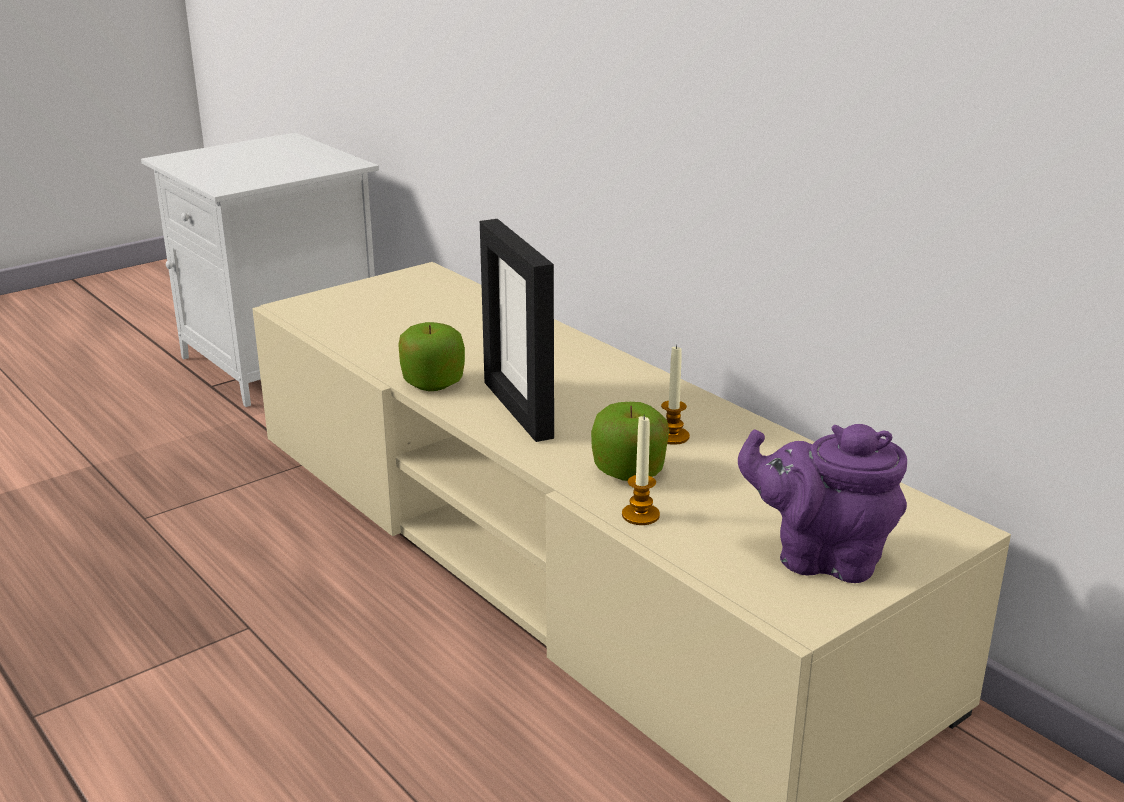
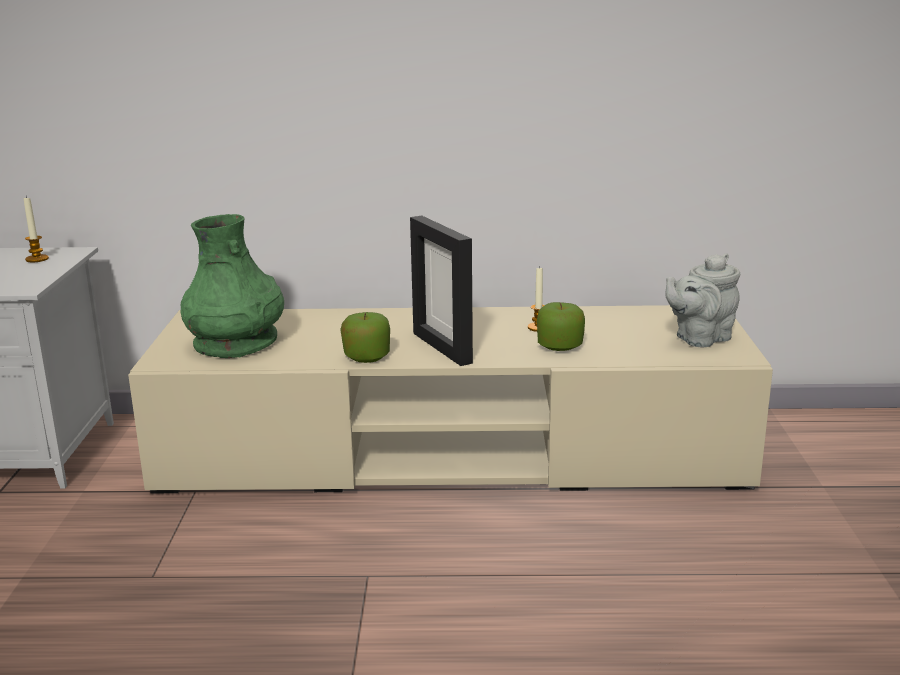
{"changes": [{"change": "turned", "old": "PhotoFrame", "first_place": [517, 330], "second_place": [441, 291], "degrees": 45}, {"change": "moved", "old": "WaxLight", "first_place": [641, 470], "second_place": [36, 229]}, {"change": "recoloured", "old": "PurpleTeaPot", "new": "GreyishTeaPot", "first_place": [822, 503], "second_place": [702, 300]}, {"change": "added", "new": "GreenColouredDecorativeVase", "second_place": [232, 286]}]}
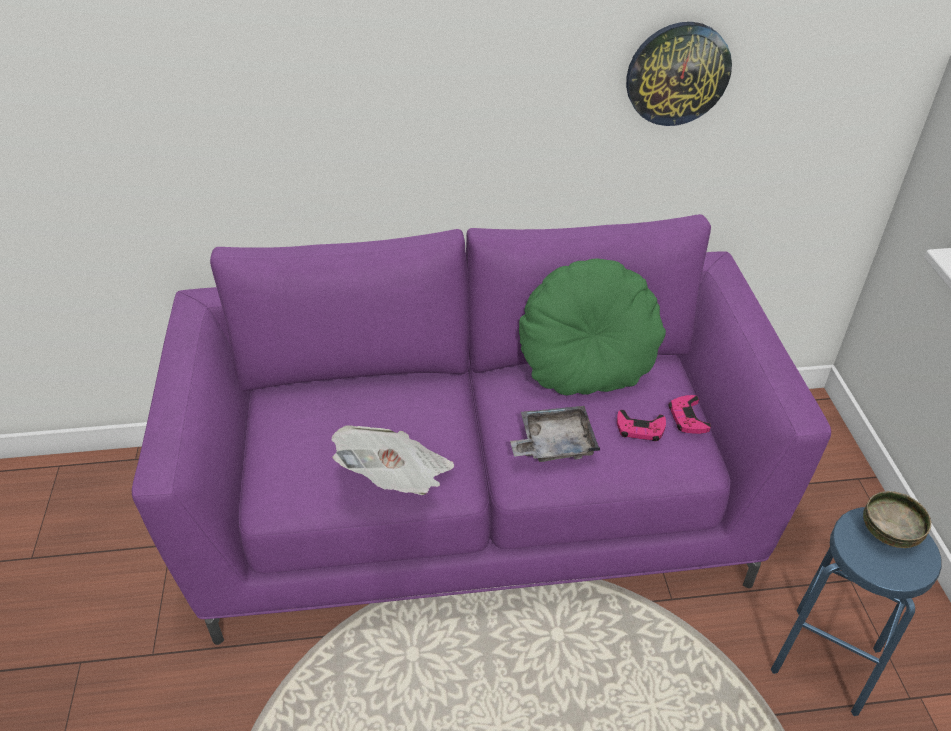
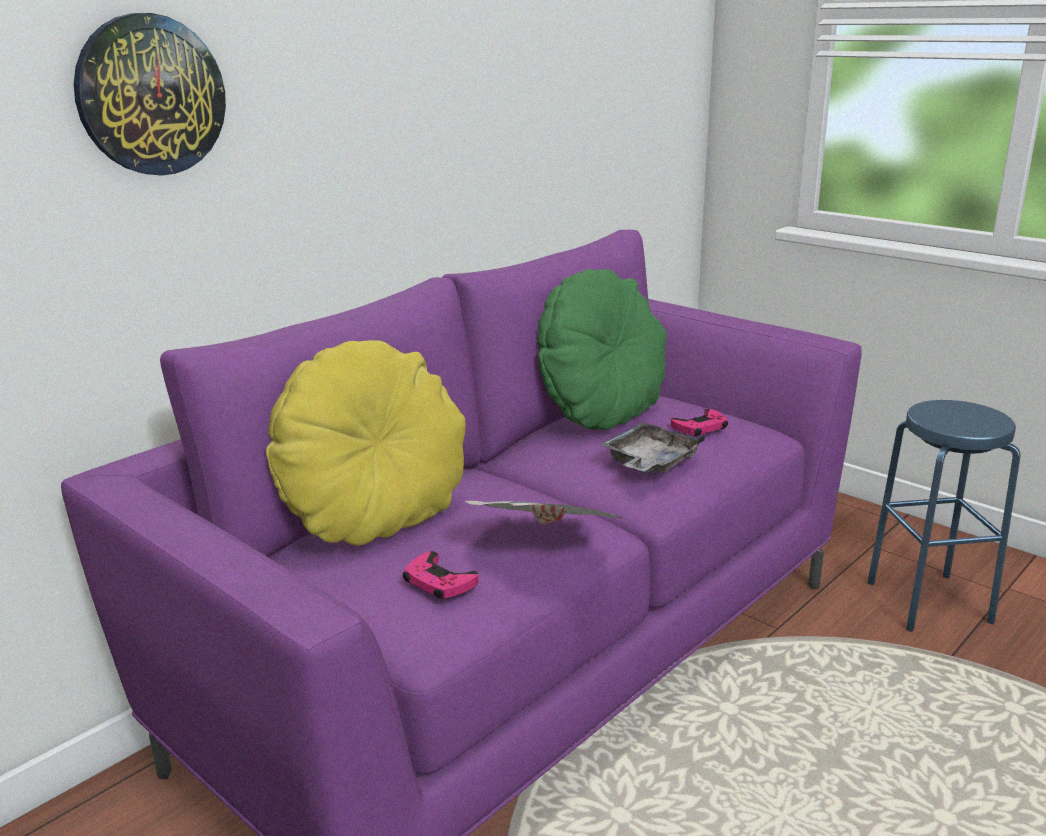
{"changes": [{"change": "moved", "old": "ClockOnTheWall", "first_place": [679, 74], "second_place": [150, 94]}, {"change": "moved", "old": "PinkColouredJoypad", "first_place": [689, 414], "second_place": [441, 575]}, {"change": "removed", "old": "DeepDish", "first_place": [897, 519]}, {"change": "added", "new": "YellowishCushion", "second_place": [366, 443]}]}
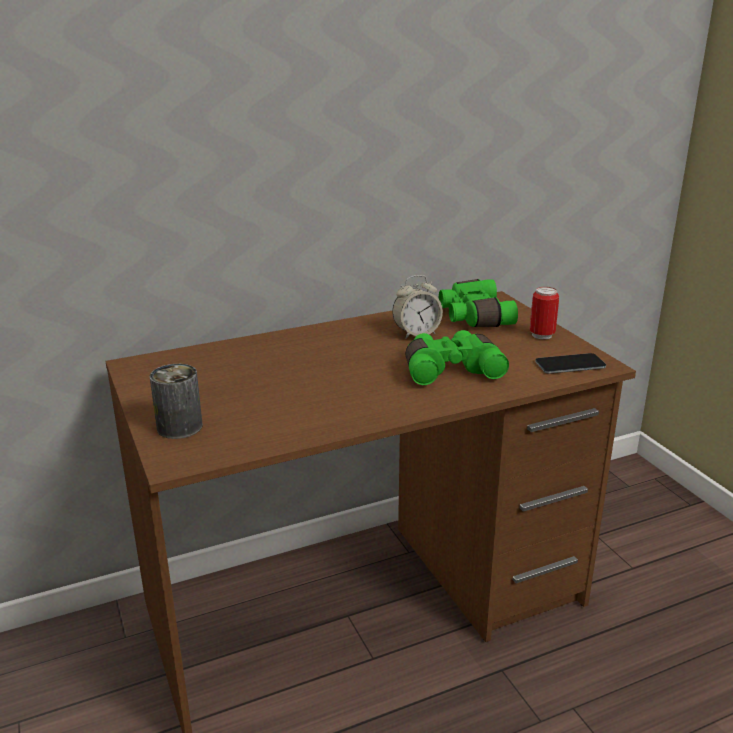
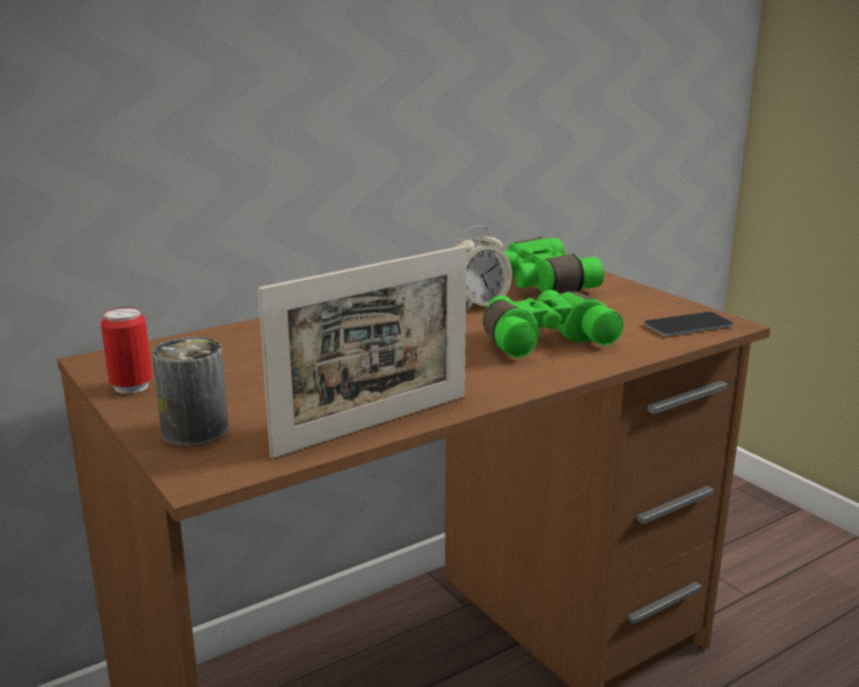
{"changes": [{"change": "moved", "old": "SealedCan", "first_place": [544, 313], "second_place": [127, 350]}, {"change": "added", "new": "PhotoFrame", "second_place": [362, 351]}]}
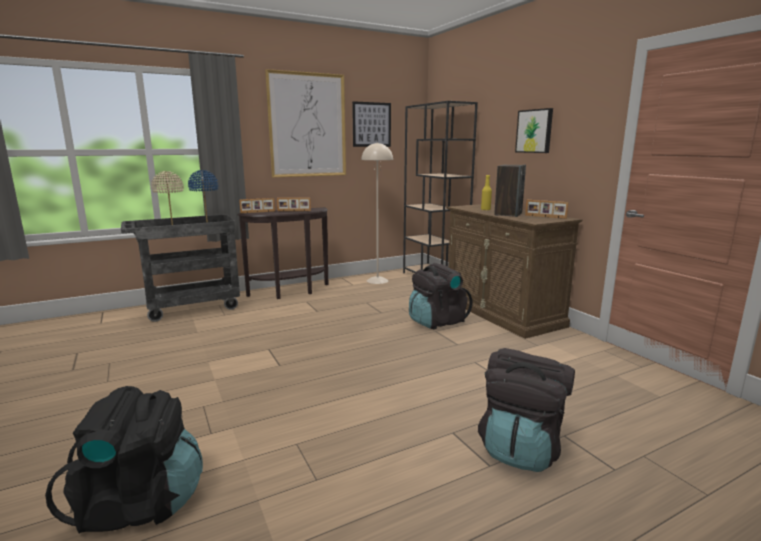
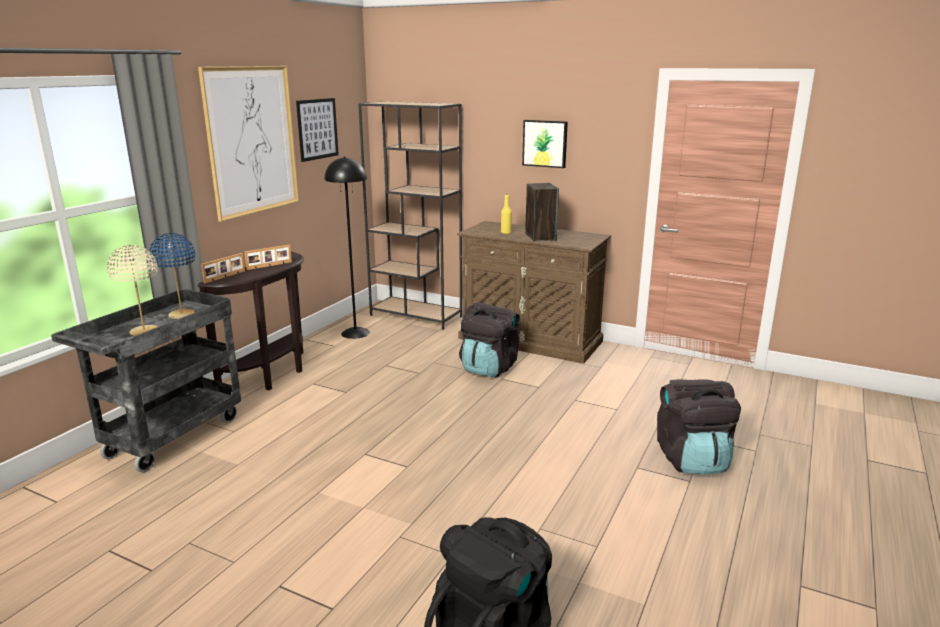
{"changes": [{"change": "recoloured", "old": "BeigeColouredFloorLamp", "new": "BlackColouredFloorLamp", "first_place": [377, 213], "second_place": [347, 247]}, {"change": "removed", "old": "PhotoFrame", "first_place": [547, 209]}]}
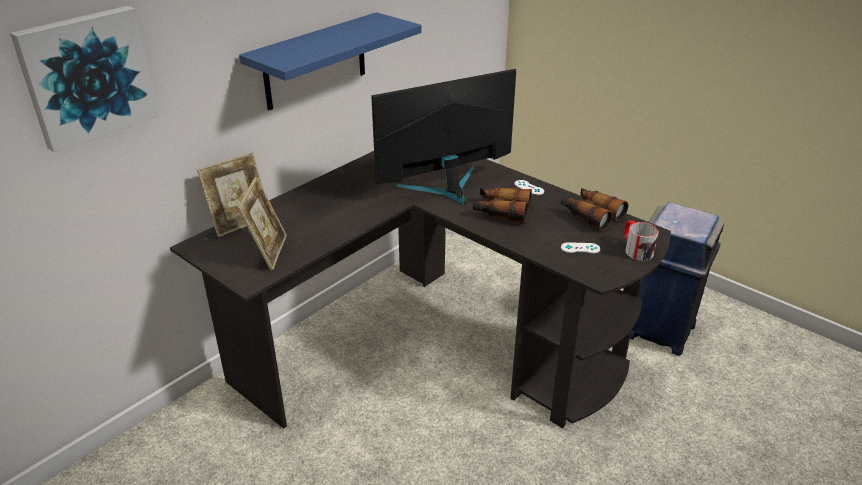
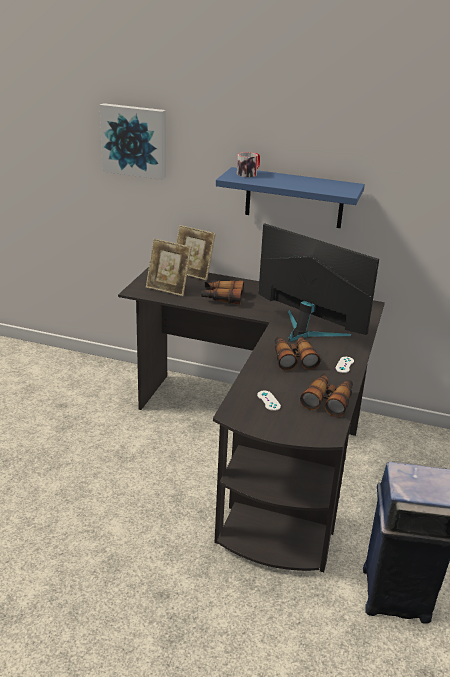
{"changes": [{"change": "turned", "old": "PhotoFrame", "first_place": [262, 223], "second_place": [169, 267], "degrees": 45}, {"change": "moved", "old": "TeaMug", "first_place": [641, 240], "second_place": [248, 164]}, {"change": "added", "new": "PairOfBinoculars", "second_place": [222, 292]}]}
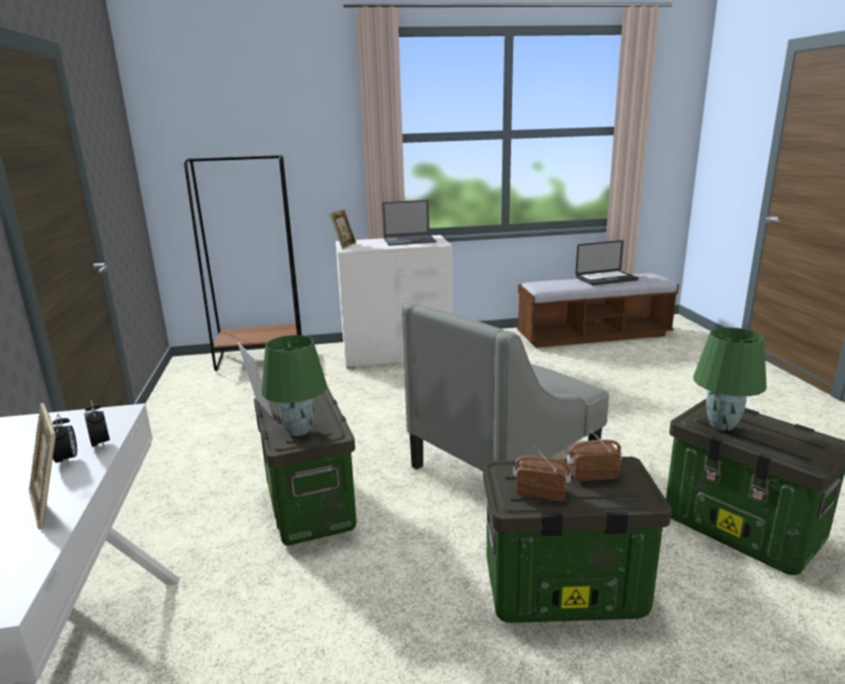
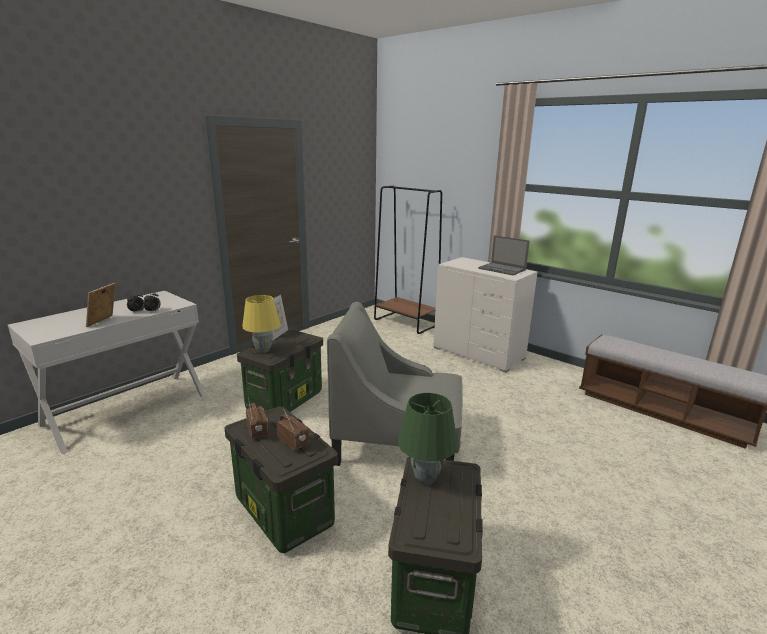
{"changes": [{"change": "removed", "old": "PhotoFrame", "first_place": [343, 229]}, {"change": "removed", "old": "NotebookComputer", "first_place": [607, 262]}, {"change": "recoloured", "old": "GreenColouredTabletopLamp", "new": "YellowishTabletopLamp", "first_place": [294, 385], "second_place": [261, 324]}]}
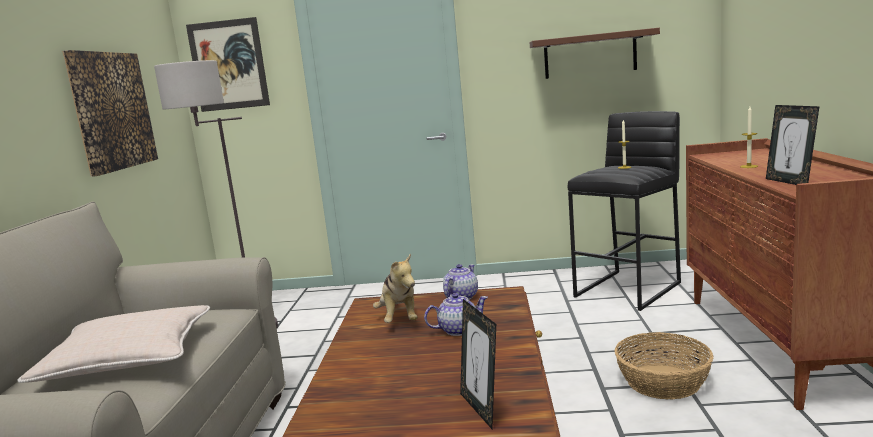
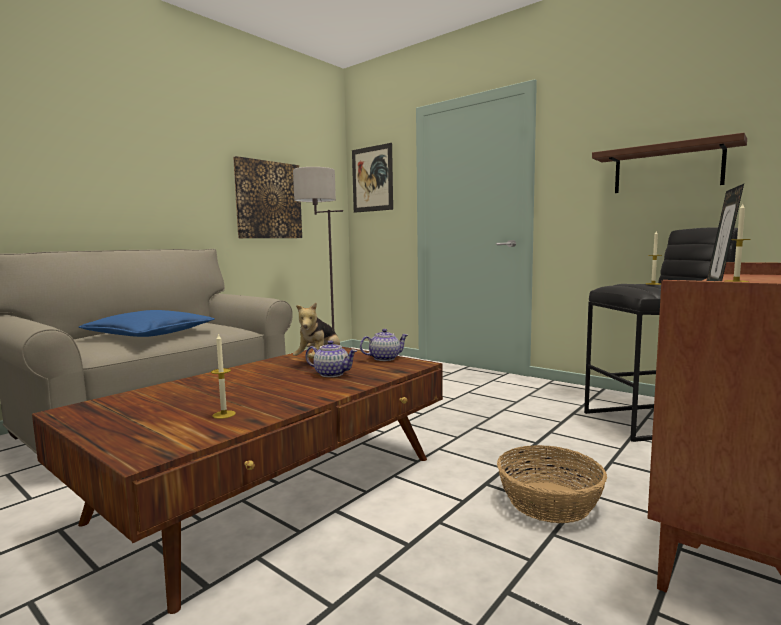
{"changes": [{"change": "replaced", "old": "PhotoFrame", "new": "WaxLight", "first_place": [478, 364], "second_place": [223, 376]}, {"change": "recoloured", "old": "BeigeColouredCushion", "new": "BlueCushion", "first_place": [114, 344], "second_place": [146, 323]}]}
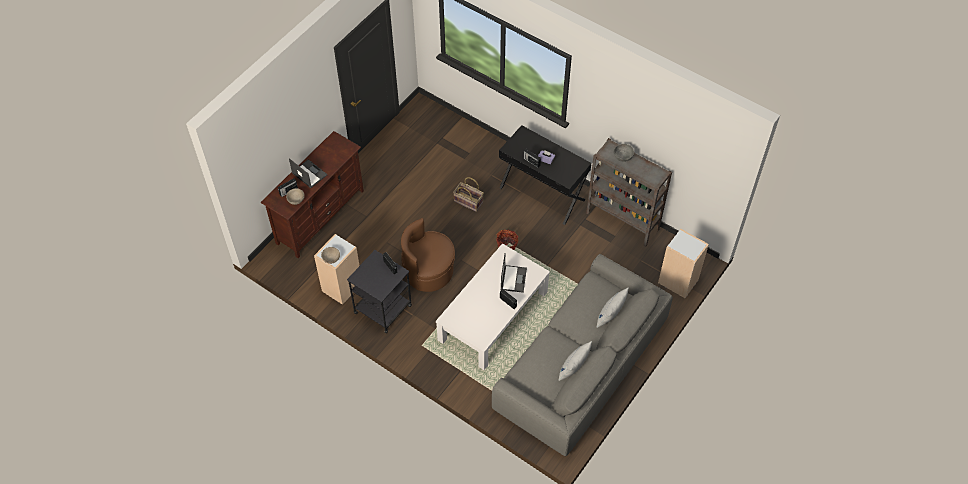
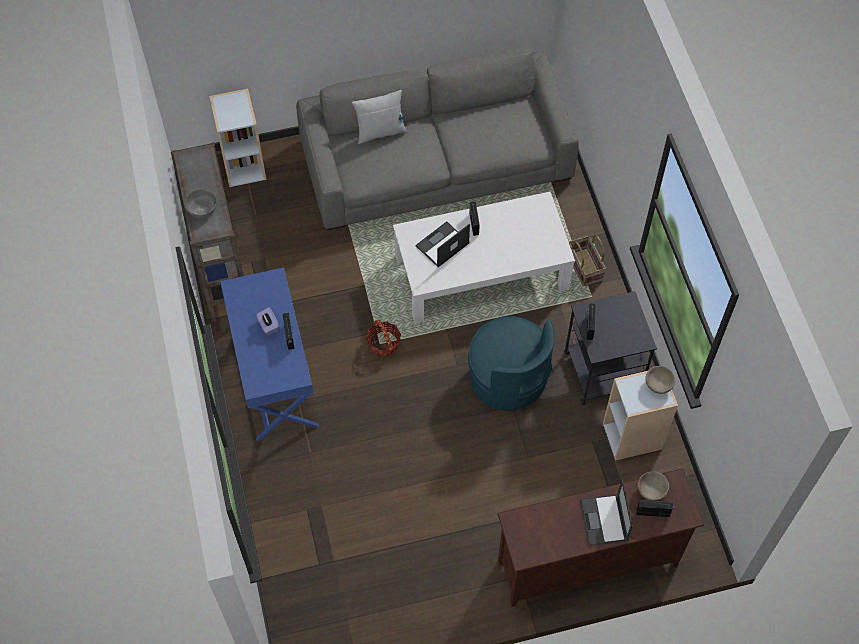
{"changes": [{"change": "recoloured", "old": "BlackColouredHallTable", "new": "BlueHallTable", "first_place": [545, 175], "second_place": [269, 354]}, {"change": "moved", "old": "StorageBasket", "first_place": [468, 194], "second_place": [587, 261]}, {"change": "recoloured", "old": "BrownColouredLoungeChair", "new": "TurquoiseLoungeChair", "first_place": [428, 255], "second_place": [511, 363]}, {"change": "removed", "old": "GreyishCushion", "first_place": [575, 361]}]}
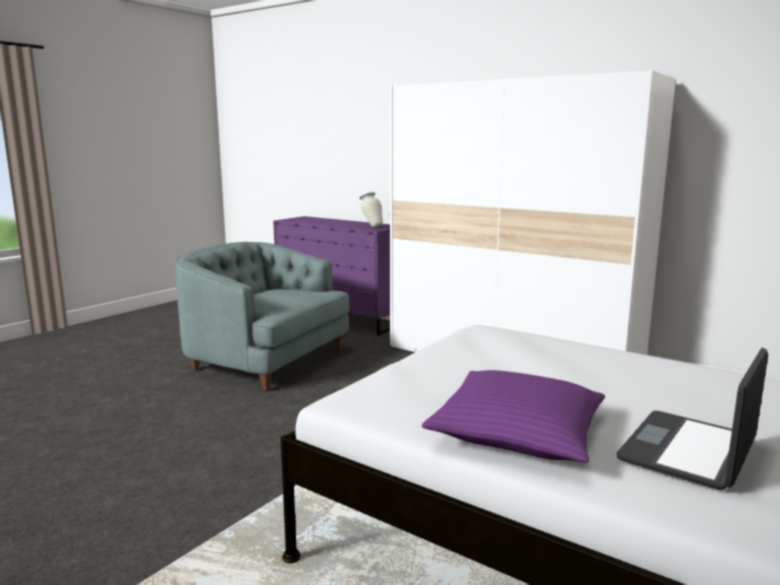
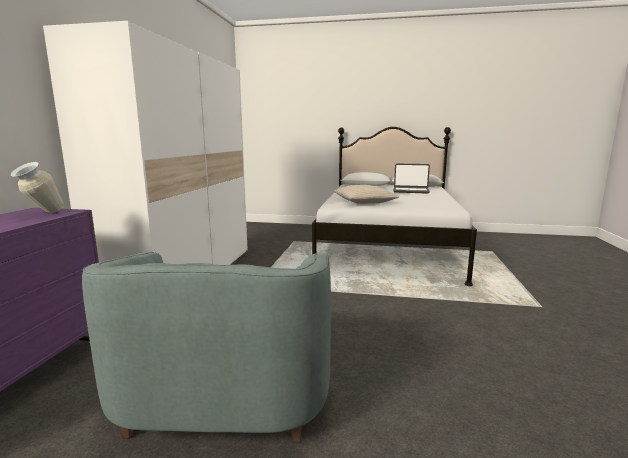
{"changes": [{"change": "removed", "old": "PurpleCushion", "first_place": [513, 416]}, {"change": "added", "new": "BeigeColouredCushion", "second_place": [366, 194]}]}
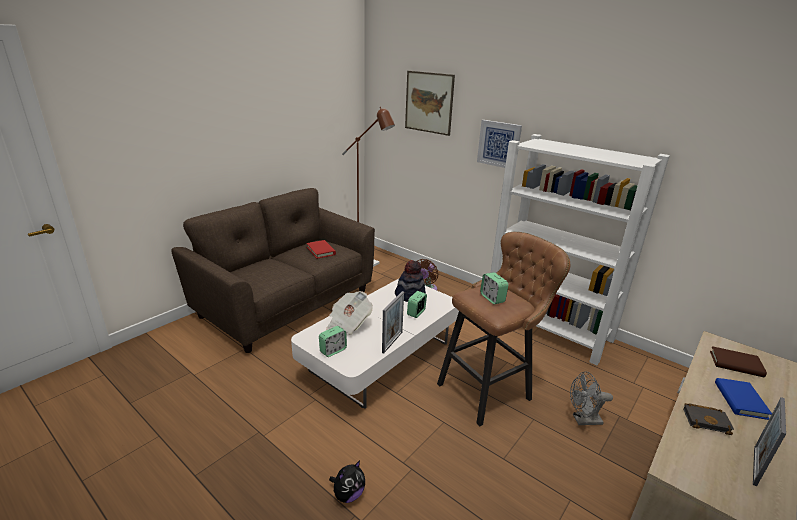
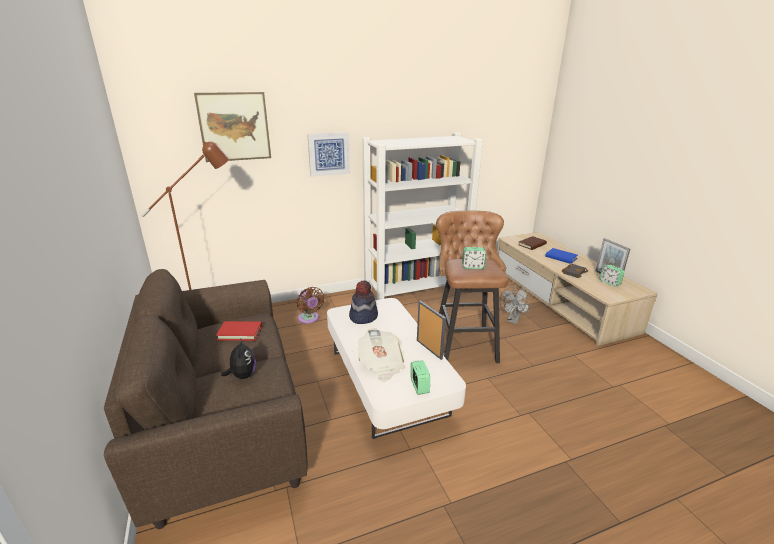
{"changes": [{"change": "moved", "old": "AlarmClock", "first_place": [417, 304], "second_place": [612, 275]}, {"change": "moved", "old": "SoftToy", "first_place": [347, 481], "second_place": [238, 359]}]}
